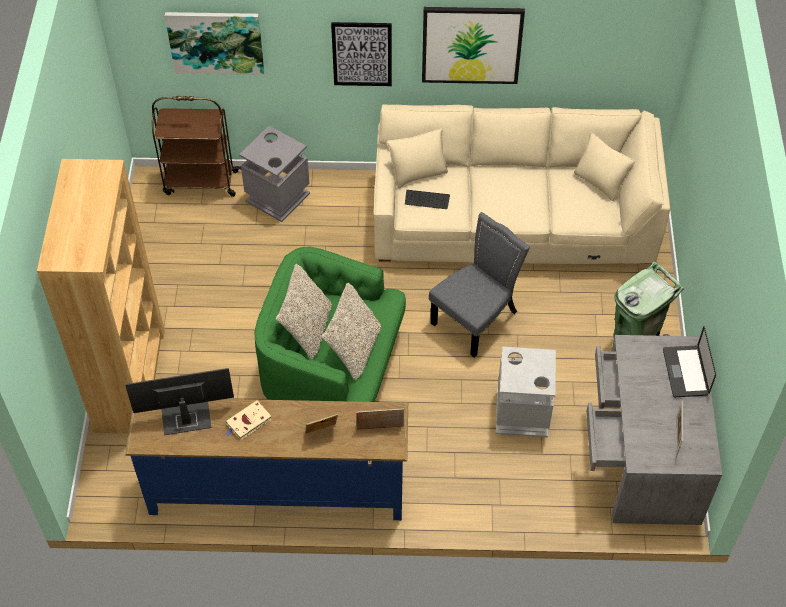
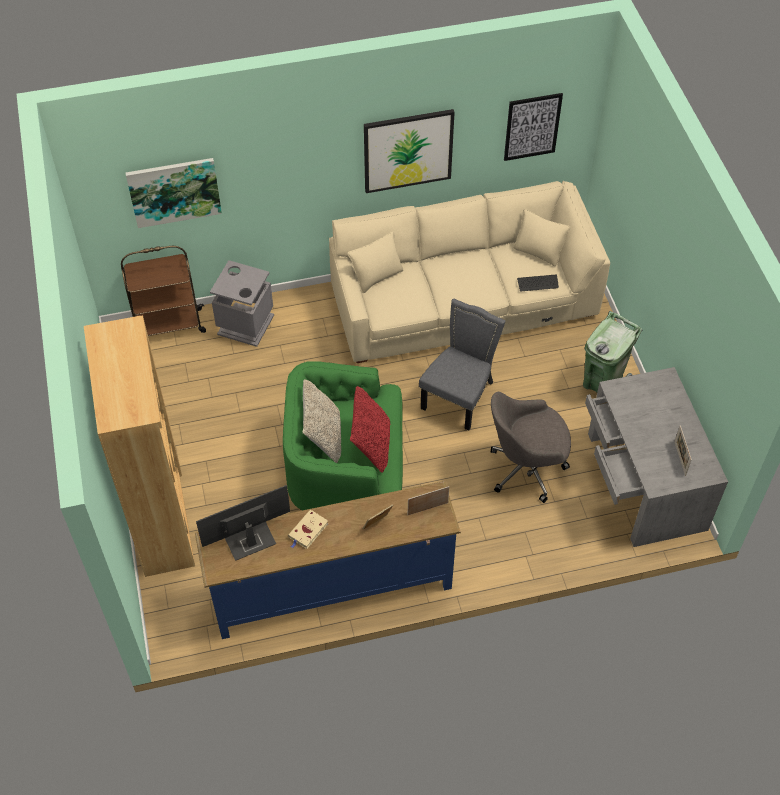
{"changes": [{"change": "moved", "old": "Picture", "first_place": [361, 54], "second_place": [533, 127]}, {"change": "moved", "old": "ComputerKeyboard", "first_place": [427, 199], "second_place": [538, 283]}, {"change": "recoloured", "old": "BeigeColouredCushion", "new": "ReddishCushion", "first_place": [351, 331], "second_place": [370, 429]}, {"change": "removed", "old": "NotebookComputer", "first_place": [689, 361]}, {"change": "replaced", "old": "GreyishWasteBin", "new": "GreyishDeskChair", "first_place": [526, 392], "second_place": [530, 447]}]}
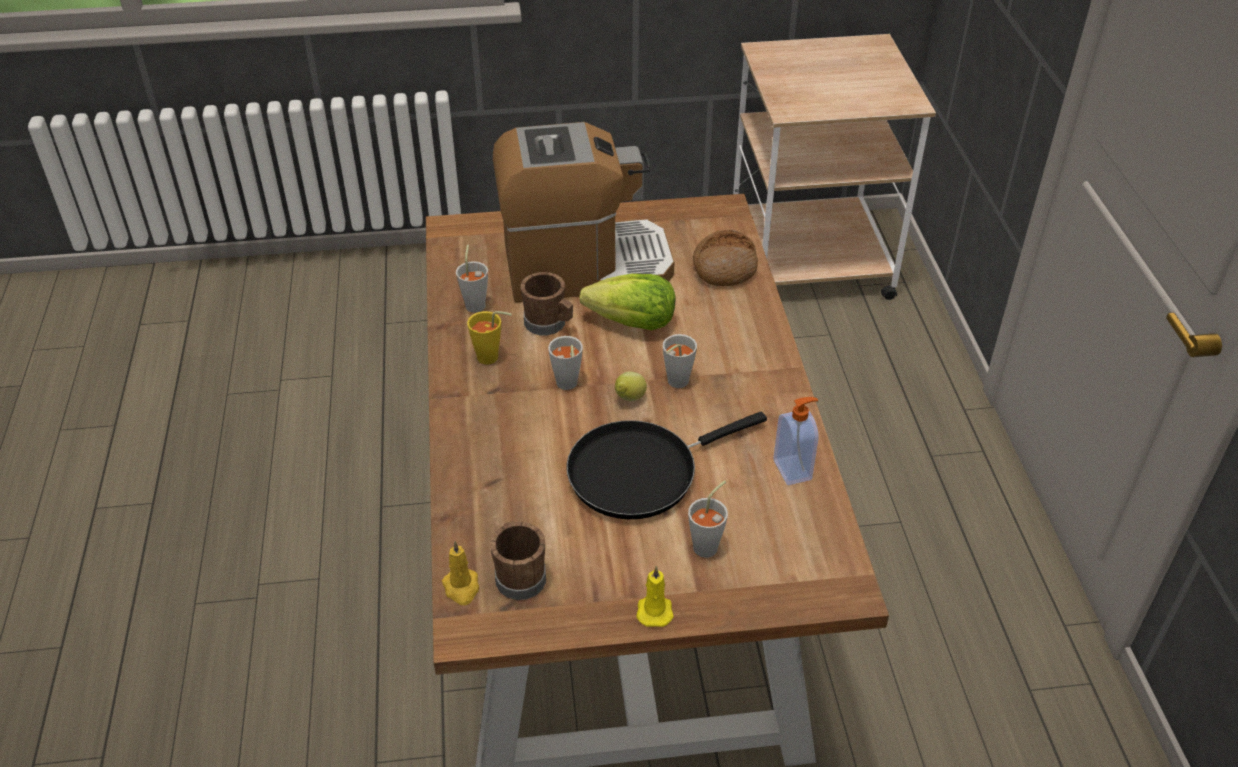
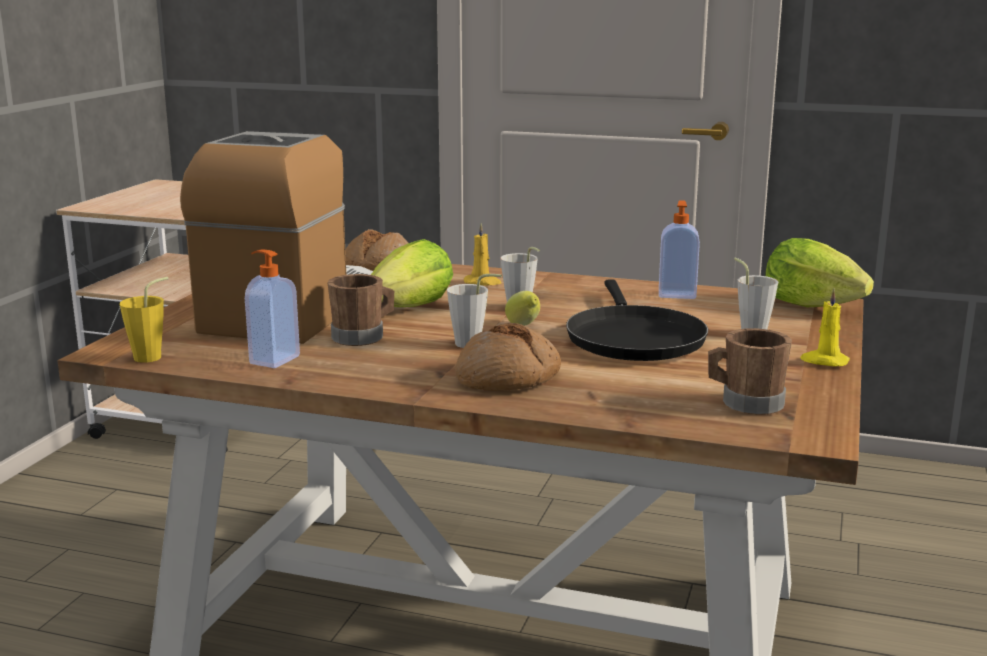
{"changes": [{"change": "replaced", "old": "GreyishCup", "new": "SoapBottle", "first_place": [472, 279], "second_place": [272, 309]}, {"change": "moved", "old": "YellowishCup", "first_place": [489, 337], "second_place": [144, 320]}, {"change": "moved", "old": "YellowishWaxLight", "first_place": [460, 573], "second_place": [482, 254]}, {"change": "added", "new": "Lettuce", "second_place": [819, 272]}, {"change": "added", "new": "BakeryBread", "second_place": [508, 357]}]}
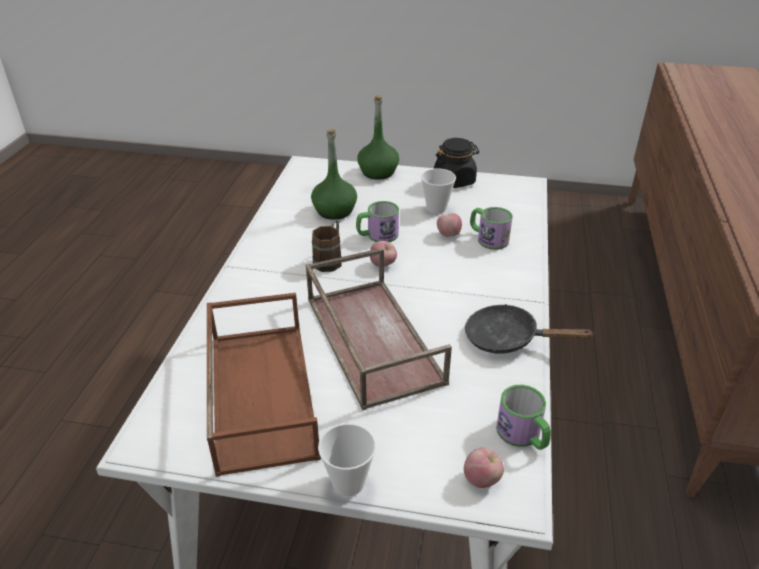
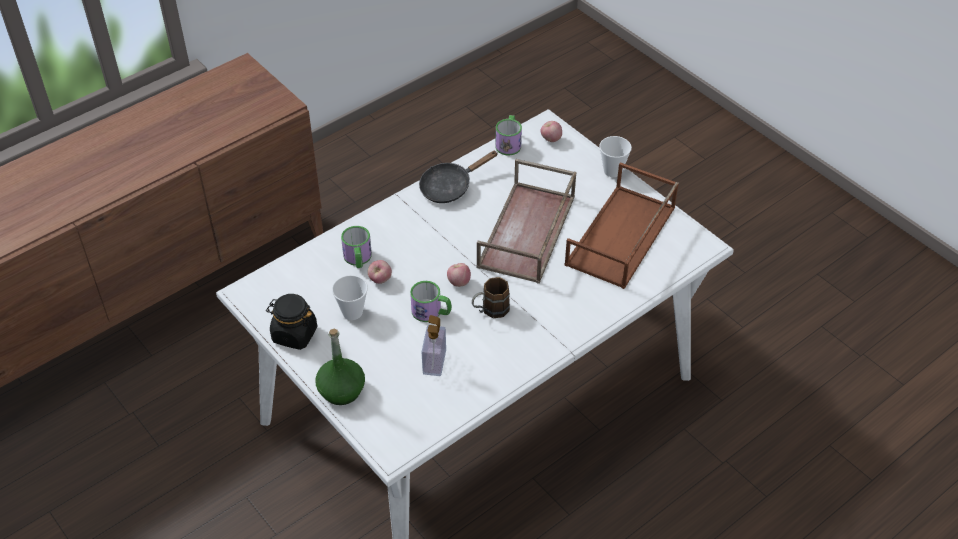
{"changes": [{"change": "replaced", "old": "GreenColouredBottle", "new": "SoapBottle", "first_place": [334, 174], "second_place": [434, 345]}, {"change": "turned", "old": "BlackColouredSkillet", "first_place": [529, 329], "second_place": [458, 177], "degrees": 90}]}
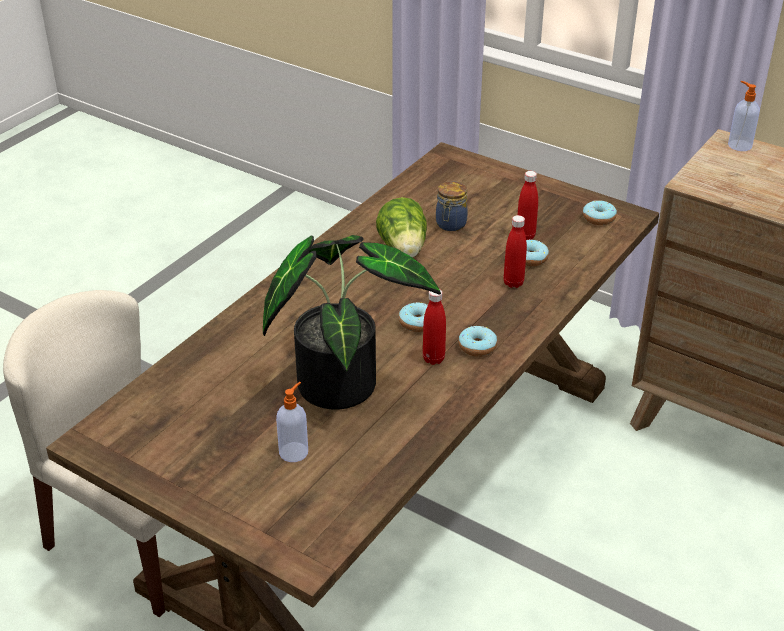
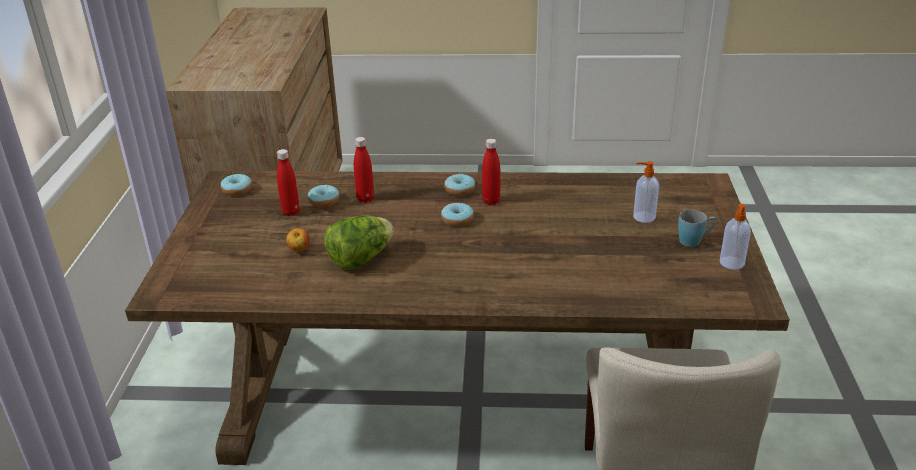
{"changes": [{"change": "moved", "old": "SoapBottle", "first_place": [744, 116], "second_place": [735, 237]}, {"change": "replaced", "old": "Jar", "new": "WholeApple", "first_place": [452, 206], "second_place": [298, 240]}, {"change": "removed", "old": "PottedPlant", "first_place": [352, 322]}, {"change": "added", "new": "BlueTeaMug", "second_place": [697, 228]}]}
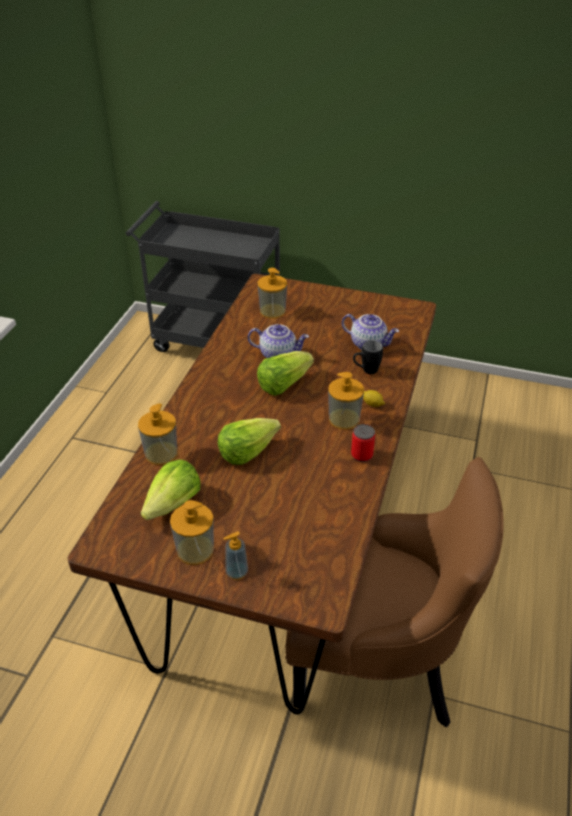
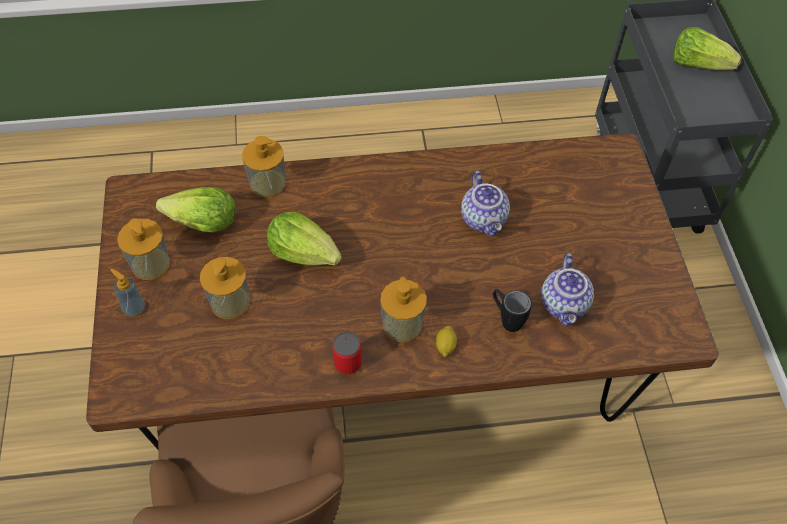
{"changes": [{"change": "moved", "old": "SoapBottle", "first_place": [272, 293], "second_place": [224, 288]}, {"change": "moved", "old": "Lettuce", "first_place": [285, 373], "second_place": [707, 48]}]}
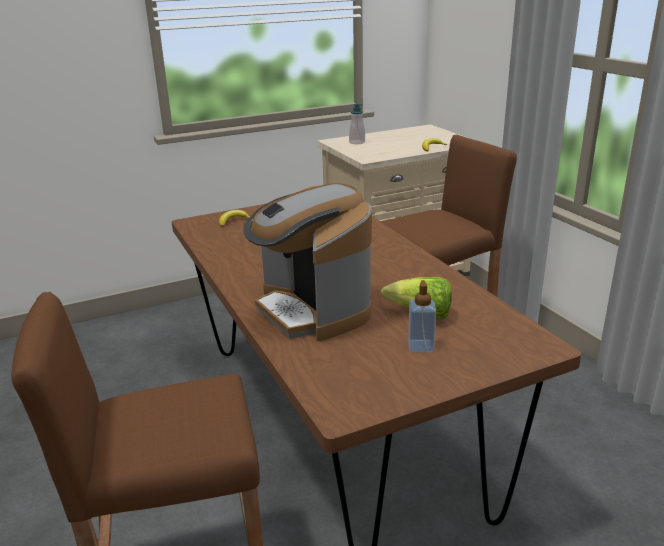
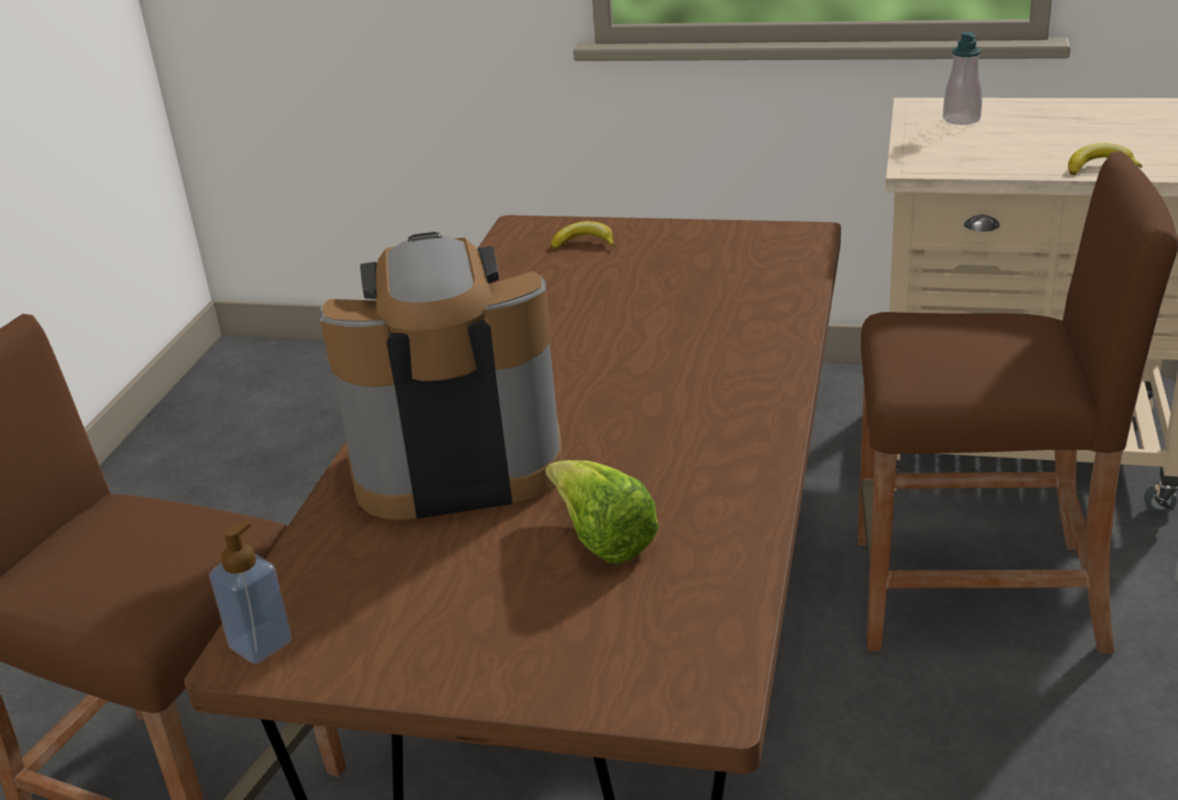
{"changes": [{"change": "turned", "old": "CoffeeMachine", "first_place": [307, 262], "second_place": [441, 376], "degrees": 75}, {"change": "moved", "old": "SoapBottle", "first_place": [422, 316], "second_place": [250, 592]}]}
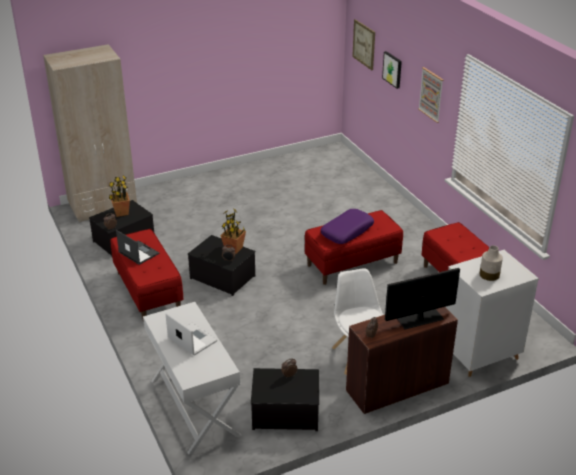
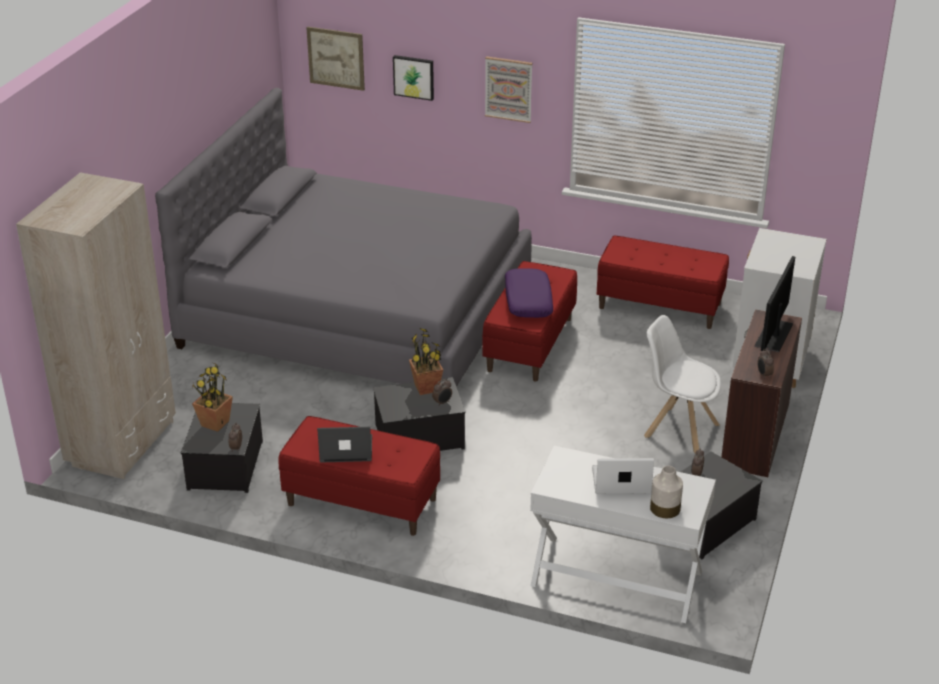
{"changes": [{"change": "moved", "old": "BeigeColouredDecorativeVase", "first_place": [491, 263], "second_place": [666, 492]}, {"change": "added", "new": "GreyishSleepingBed", "second_place": [343, 237]}]}
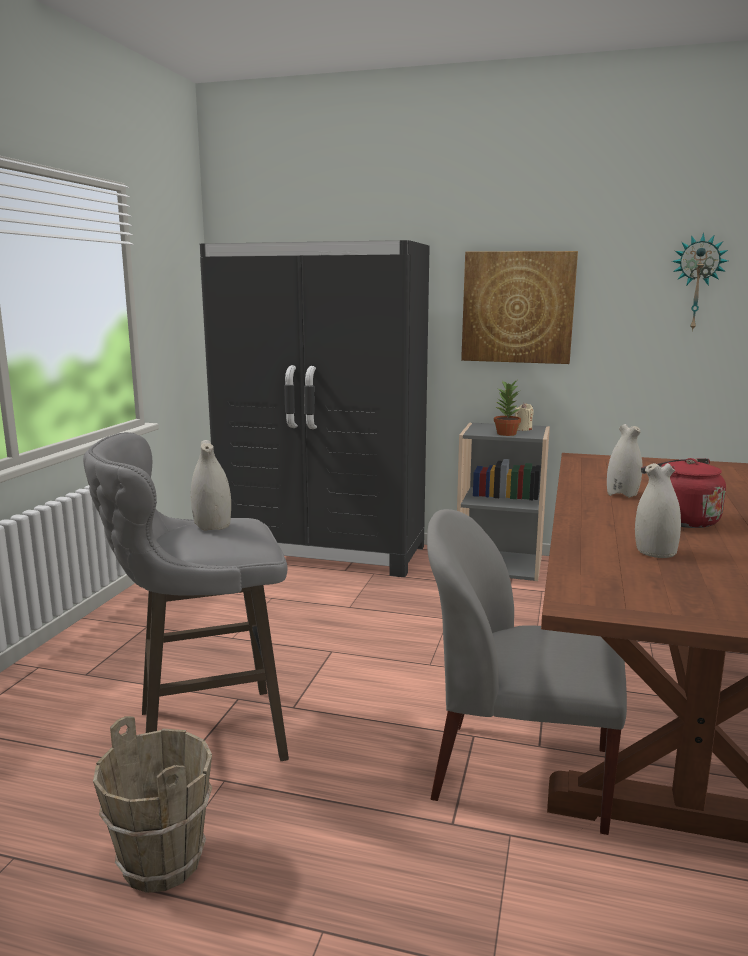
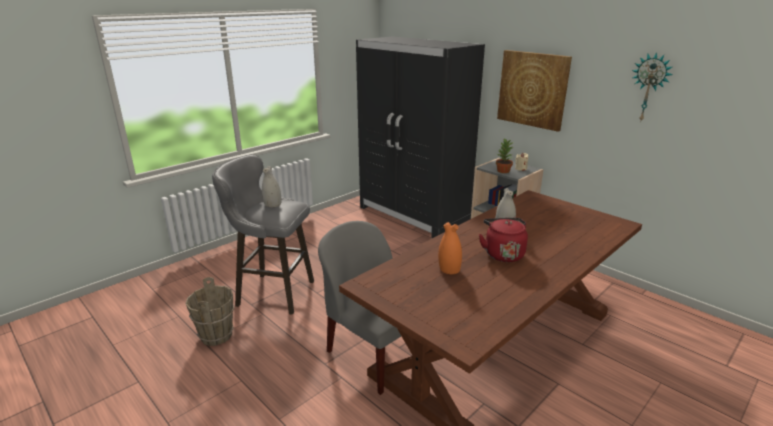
{"changes": [{"change": "recoloured", "old": "WhitishDecorativeVase", "new": "OrangeColouredDecorativeVase", "first_place": [658, 510], "second_place": [450, 248]}]}
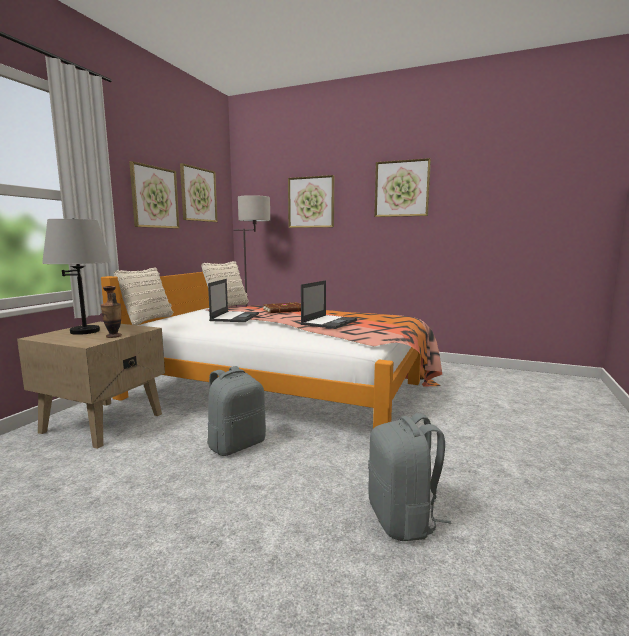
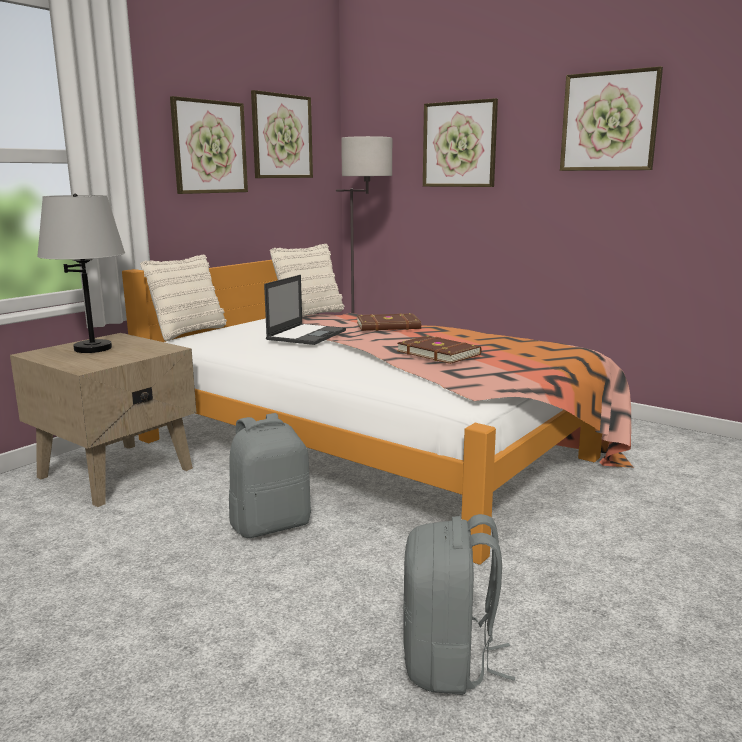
{"changes": [{"change": "replaced", "old": "NotebookComputer", "new": "BrownColouredBoundBook", "first_place": [329, 304], "second_place": [439, 349]}, {"change": "removed", "old": "DecorativeVase", "first_place": [111, 312]}]}
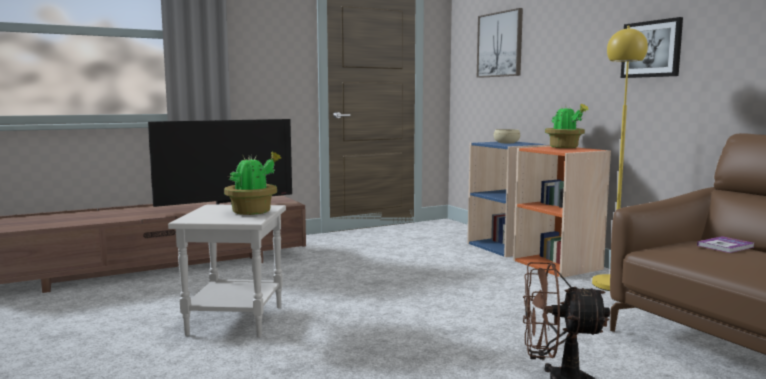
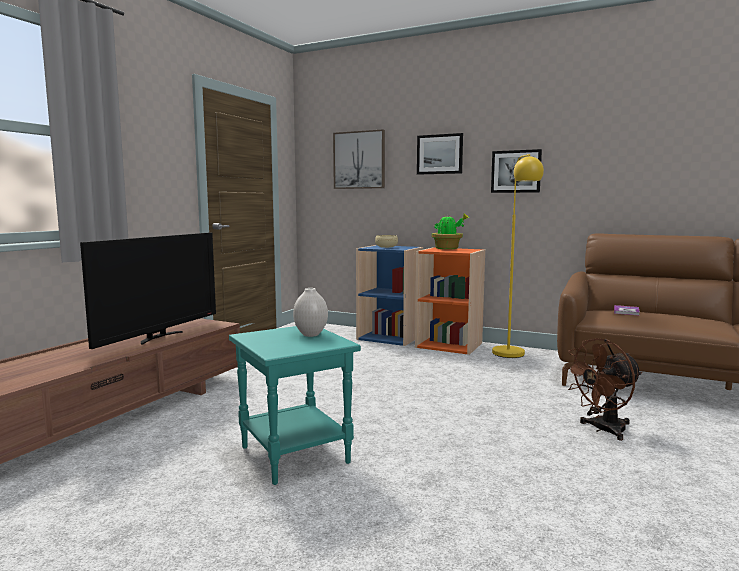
{"changes": [{"change": "replaced", "old": "PottedPlant", "new": "WhitishDecorativeVase", "first_place": [252, 183], "second_place": [310, 312]}, {"change": "recoloured", "old": "WhitishAccentTable", "new": "TurquoiseAccentTable", "first_place": [227, 271], "second_place": [295, 405]}, {"change": "added", "new": "Picture", "second_place": [440, 154]}]}
